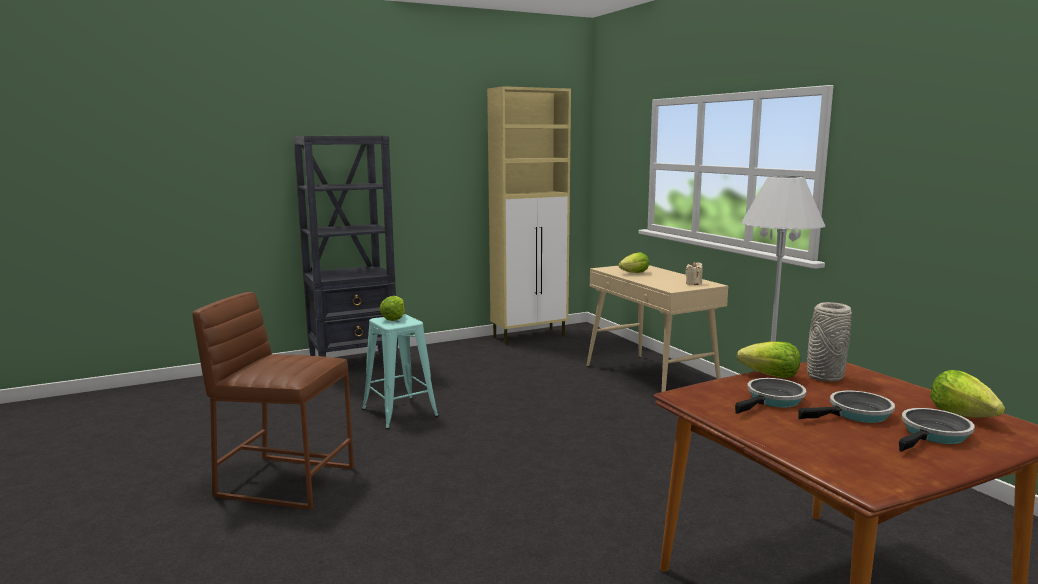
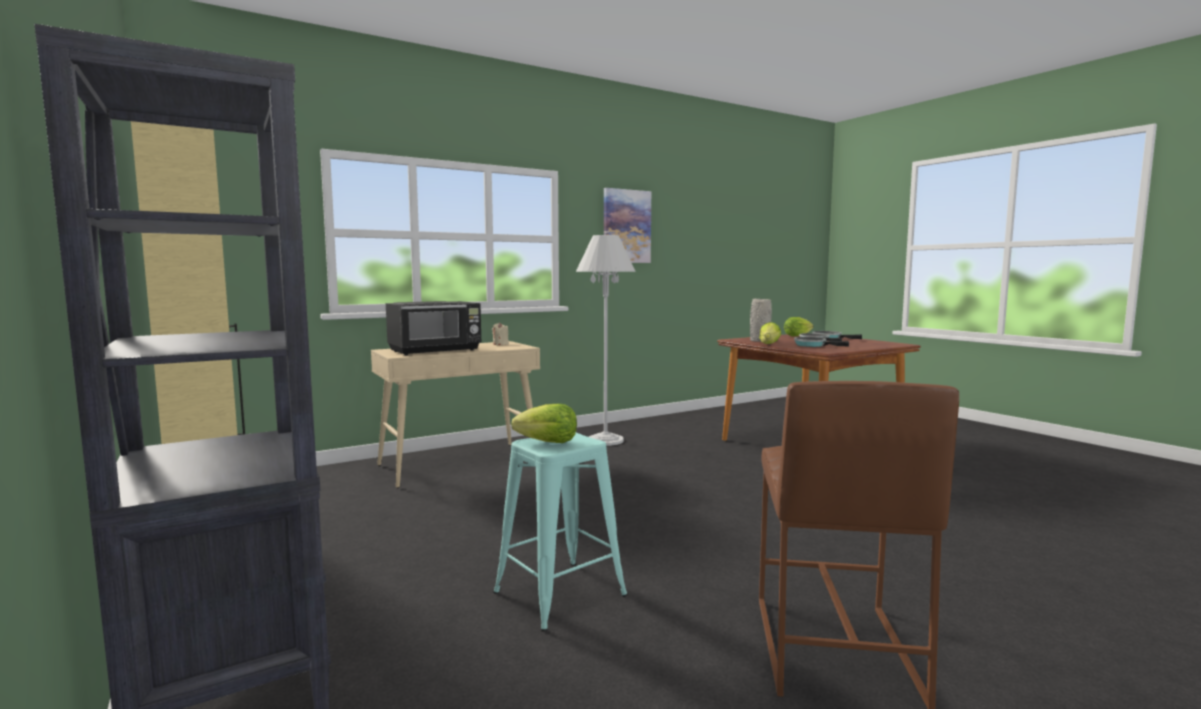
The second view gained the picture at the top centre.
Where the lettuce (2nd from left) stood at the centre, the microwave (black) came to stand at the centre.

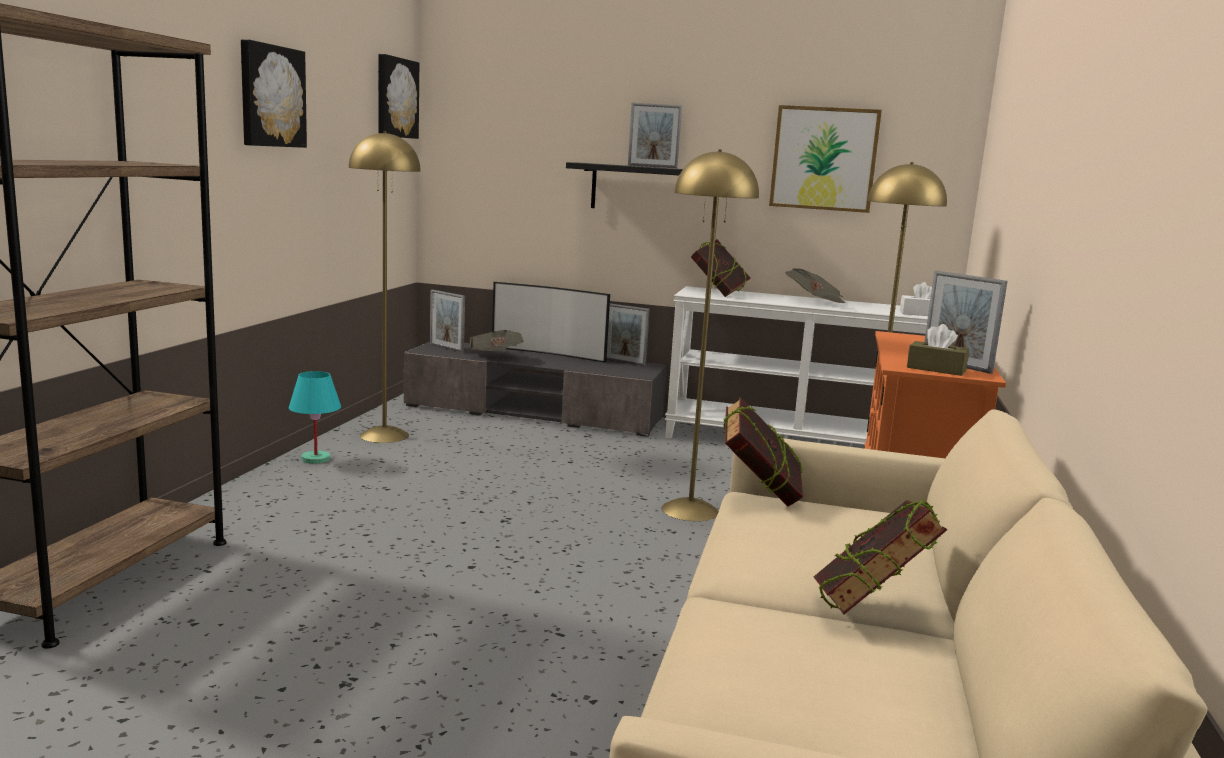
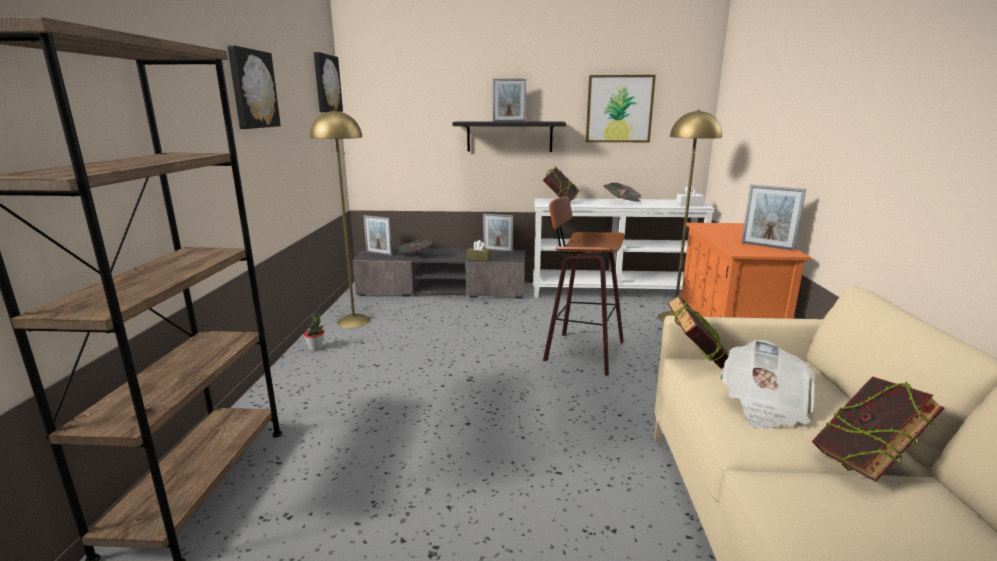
The second view lost the television at the centre.
The second view gained the newspaper (3rd from left) at the bottom right.
The tissue box (brown) ended up elsewhere, having gone from the middle right to the centre.
Where the table lamp (turquoise) stood at the middle left, the potted plant came to stand at the middle left.
Where the floor lamp (yellow) (2nd from left) stood at the centre, the stool came to stand at the centre.

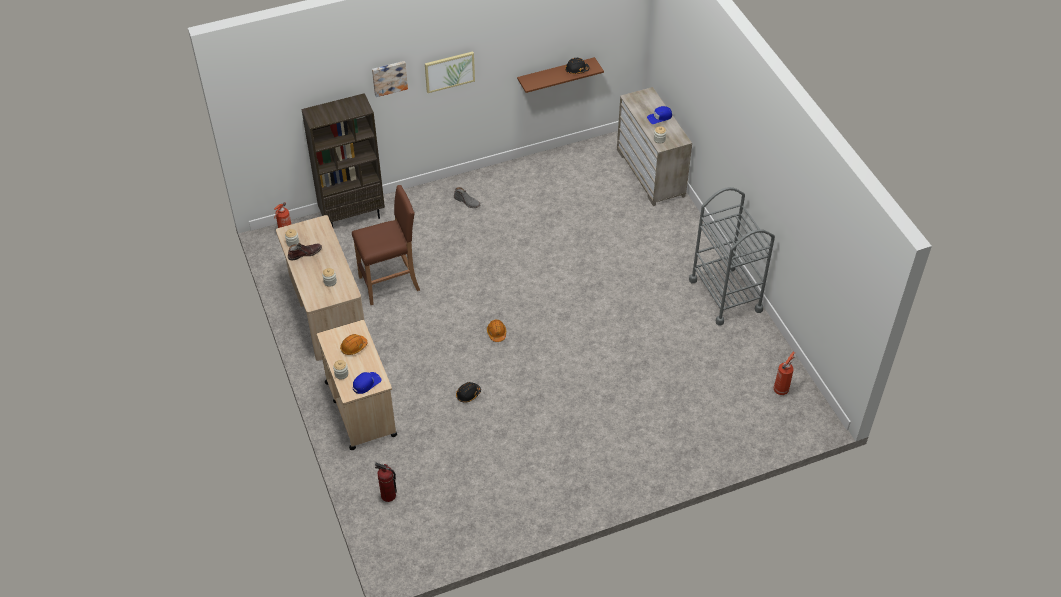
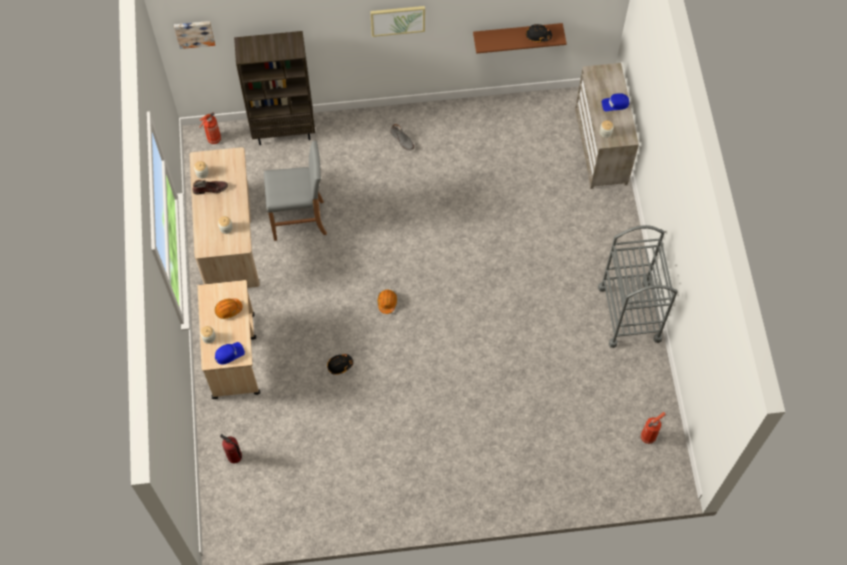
The picture (1st from left) ended up elsewhere, having gone from the top centre to the top left.
What was the stool (brown) at the centre turned into the stool (grey) at the centre.

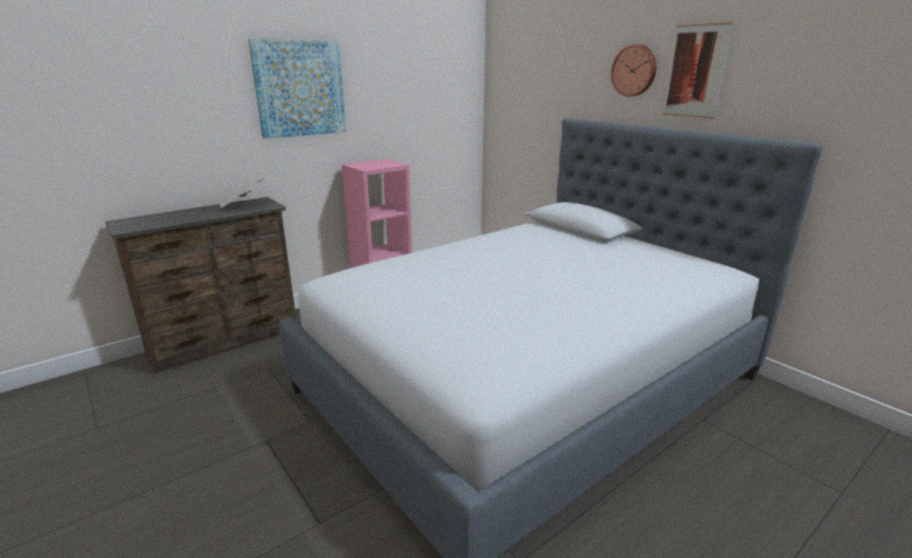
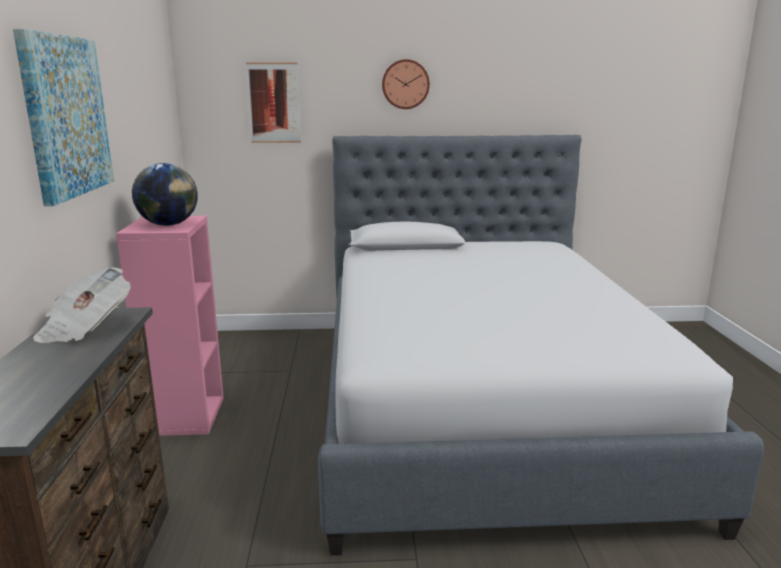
The second view gained the globe at the middle left.
The picture (2nd from left) ended up elsewhere, having gone from the top right to the top centre.

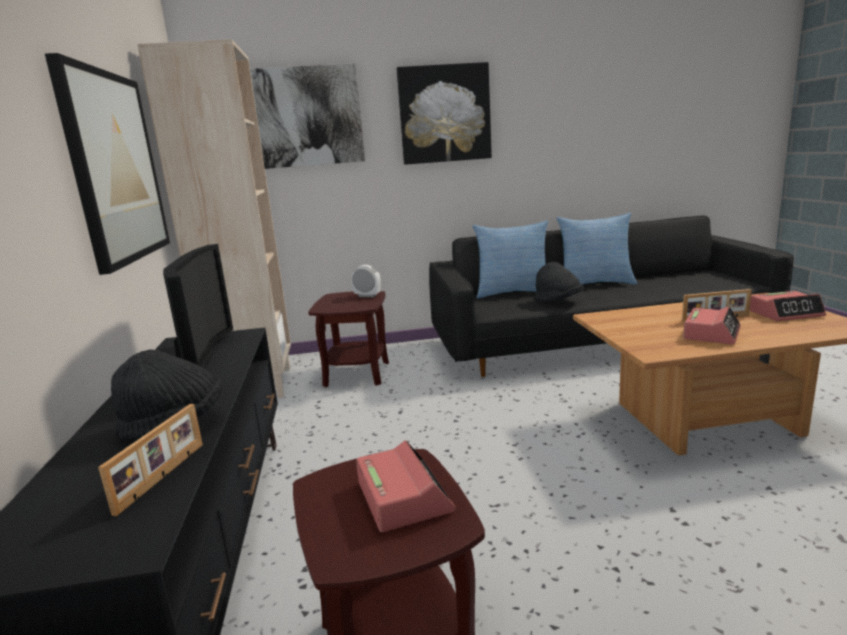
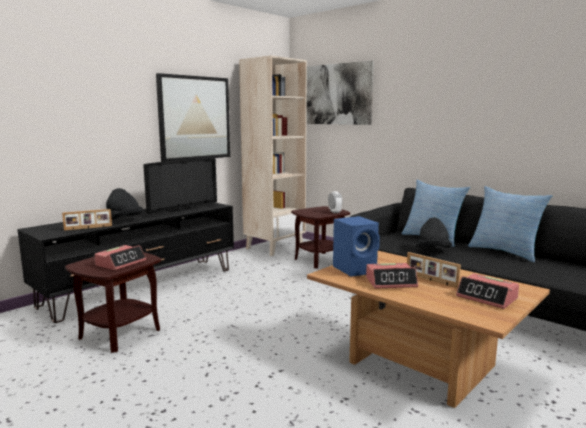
The second view lost the picture (3rd from left) at the top centre.
The second view gained the speaker (blue) at the centre.

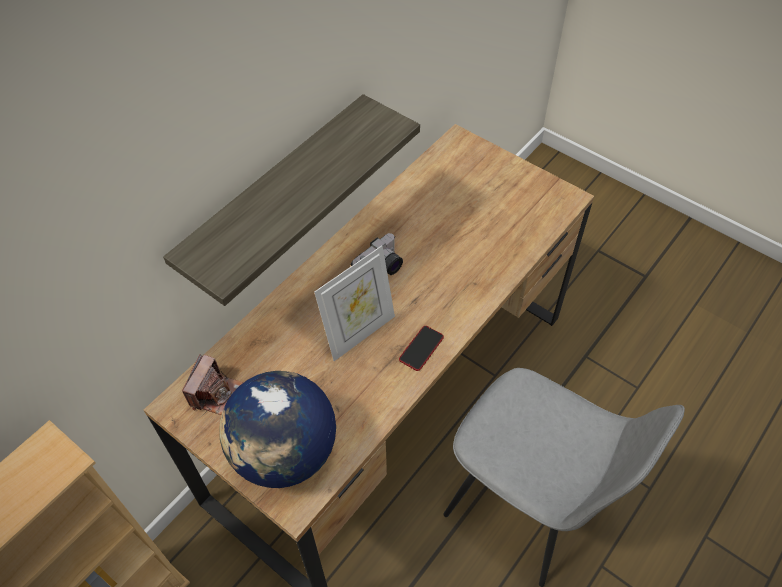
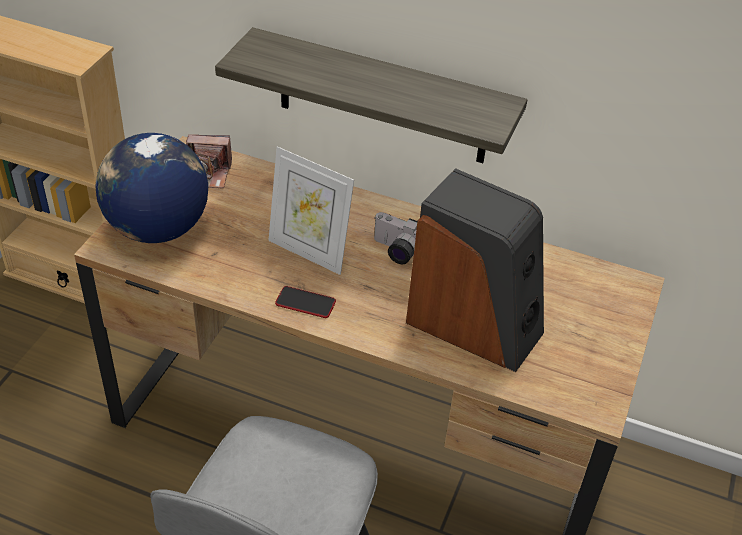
The second view gained the speaker at the centre.

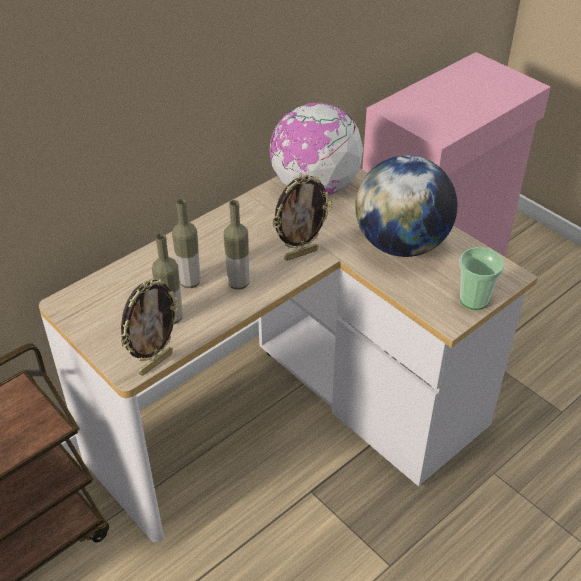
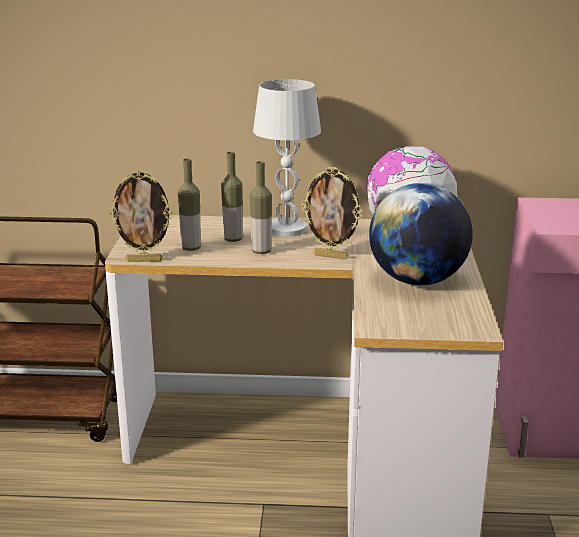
The second view lost the cup at the middle right.
The second view gained the table lamp (white) at the top centre.

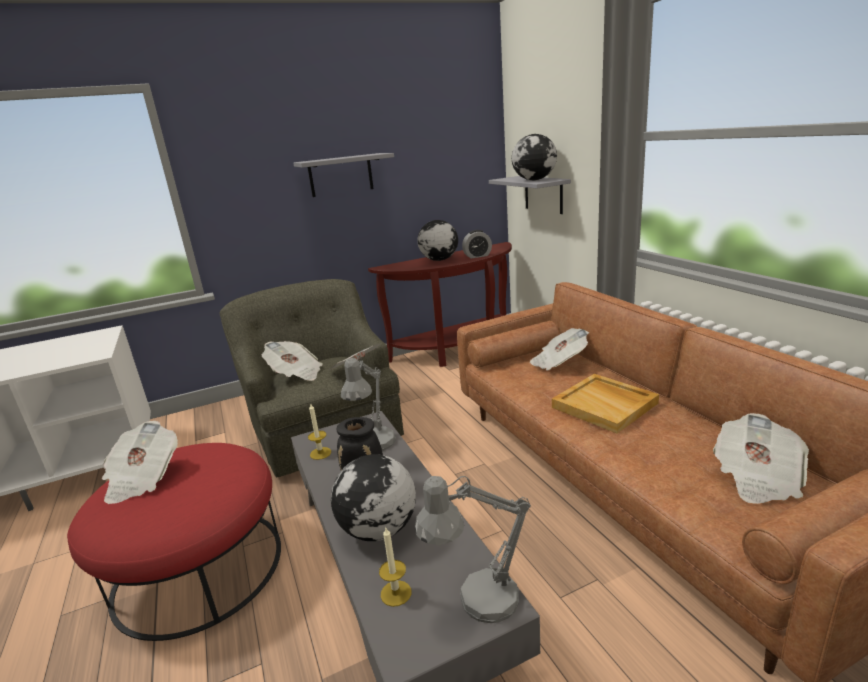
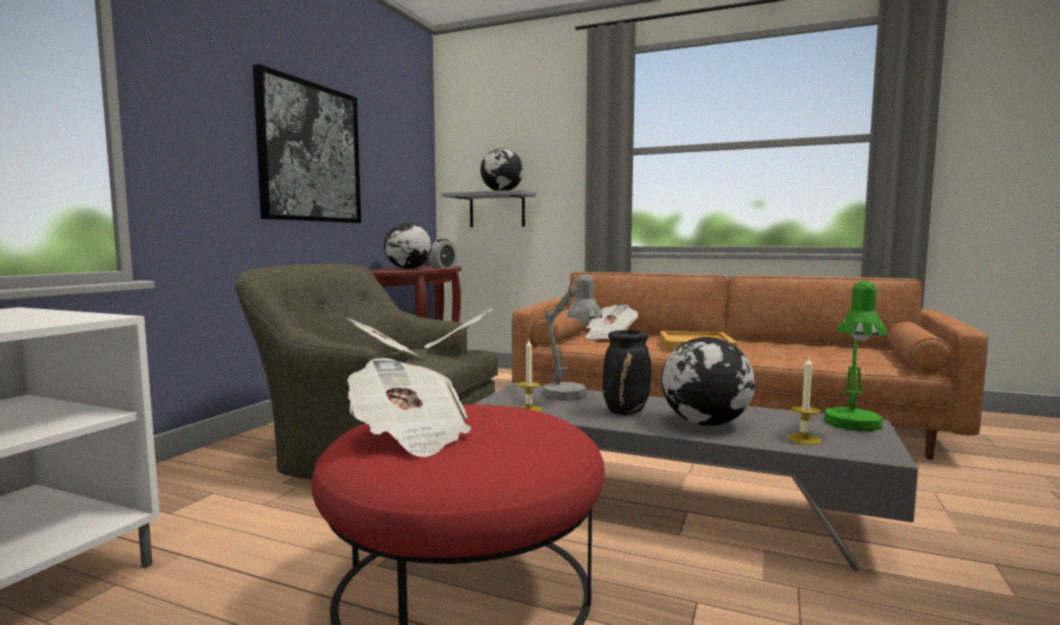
The second view lost the newspaper (5th from left) at the bottom right.
Where the shelf (grey) (1st from left) hung at the top centre, the picture came to hang at the top left.
What was the table lamp (grey) (2nd from left) at the bottom centre turned into the table lamp (green) at the middle right.

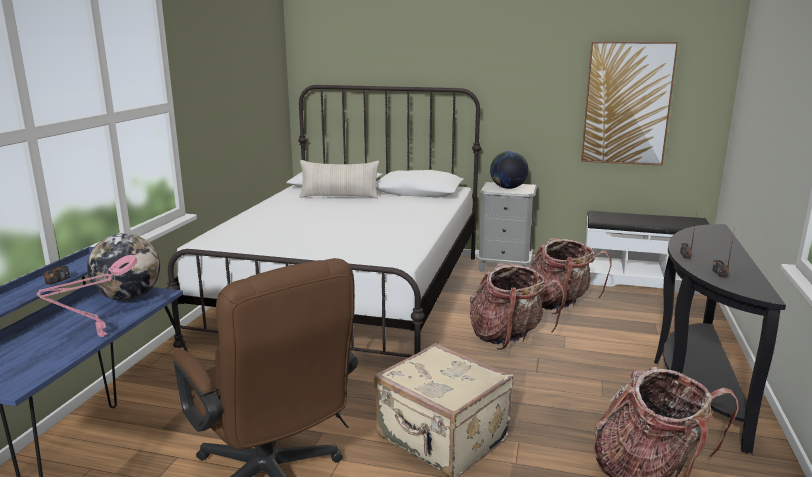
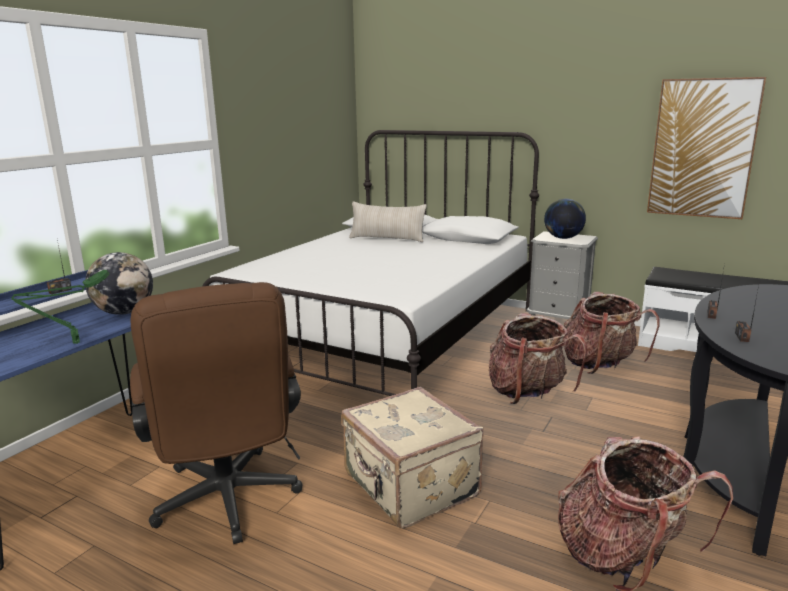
What was the table lamp (pink) at the middle left turned into the table lamp (green) at the middle left.

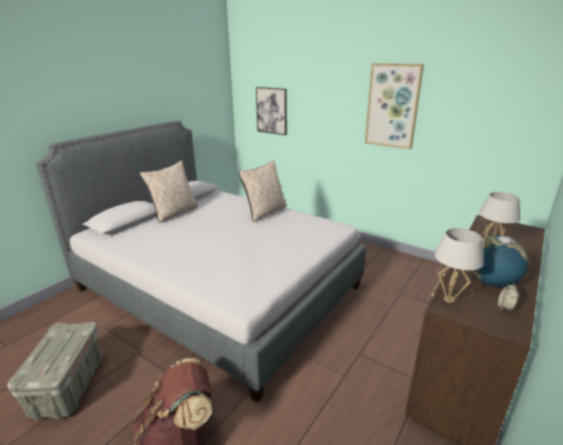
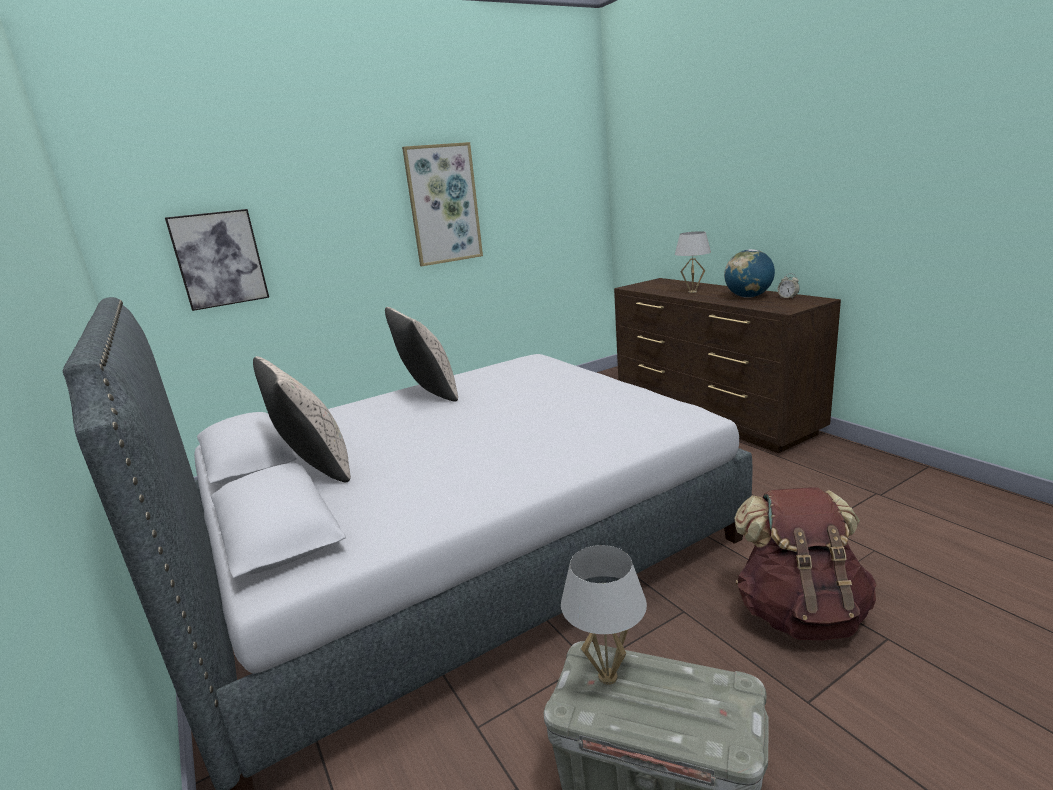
The table lamp (white) (1st from left) ended up elsewhere, having gone from the middle right to the bottom centre.

